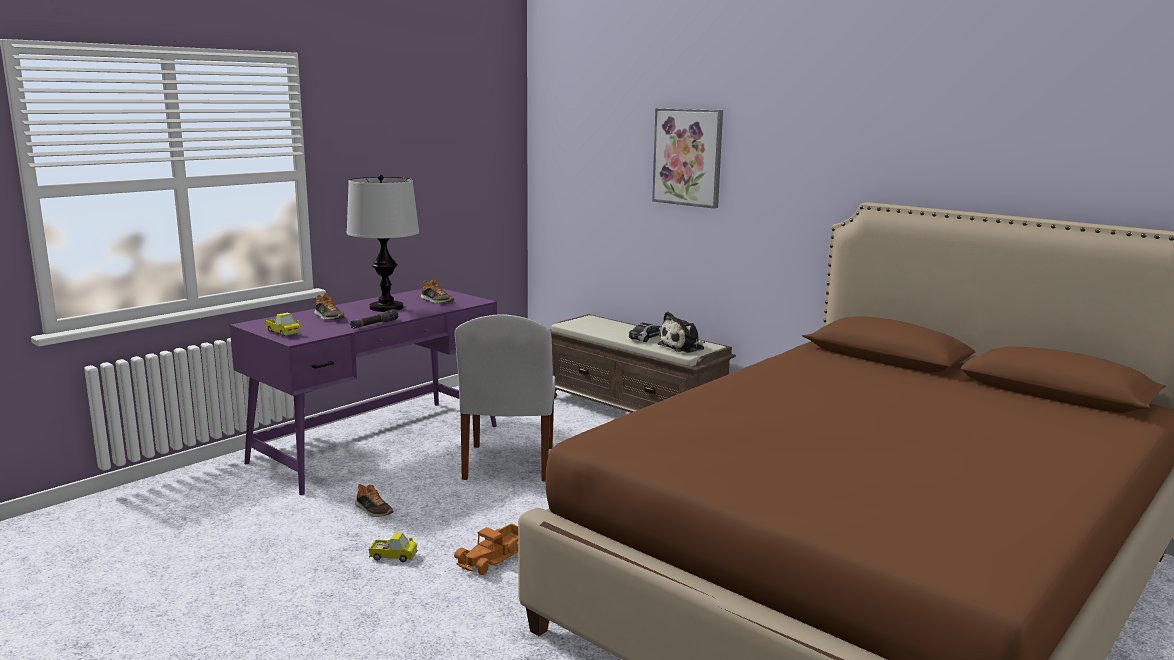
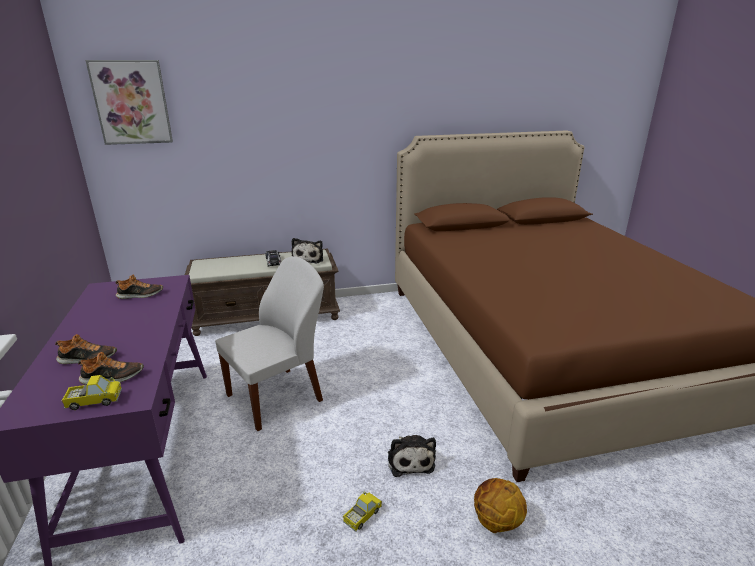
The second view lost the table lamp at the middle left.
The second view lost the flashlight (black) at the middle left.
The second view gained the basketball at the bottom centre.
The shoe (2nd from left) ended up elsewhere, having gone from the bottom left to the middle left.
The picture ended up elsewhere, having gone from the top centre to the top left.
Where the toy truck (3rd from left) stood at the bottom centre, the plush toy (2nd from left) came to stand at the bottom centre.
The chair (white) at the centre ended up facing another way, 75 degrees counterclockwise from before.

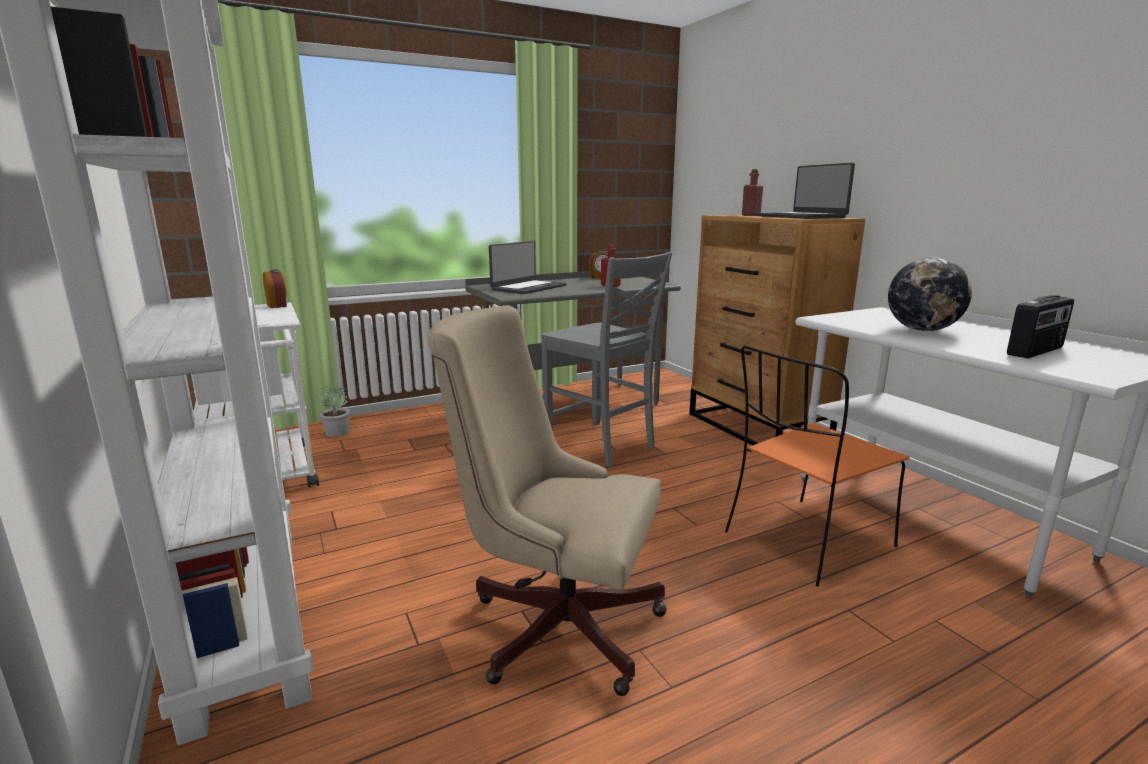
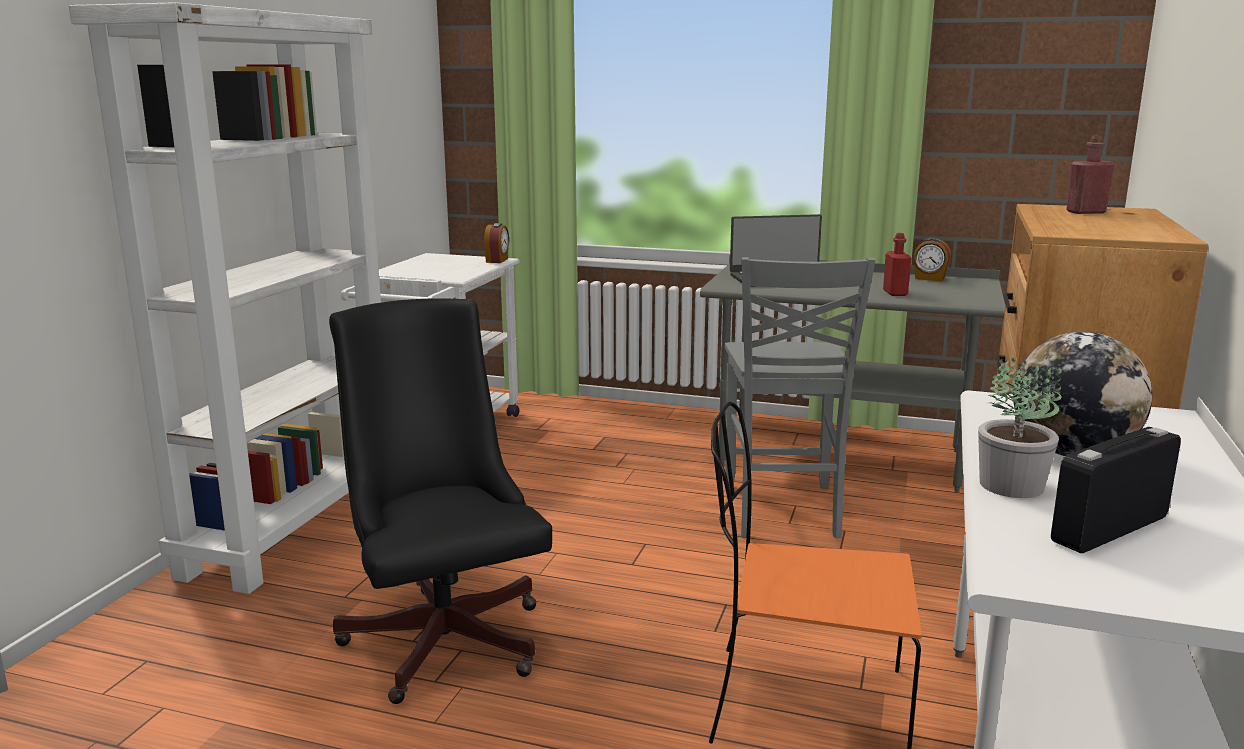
The second view lost the laptop (2nd from left) at the top right.
The potted plant ended up elsewhere, having gone from the middle left to the middle right.
What was the office chair (beige) at the centre turned into the office chair (black) at the bottom centre.
The radio at the middle right ended up facing another way, 135 degrees clockwise from before.

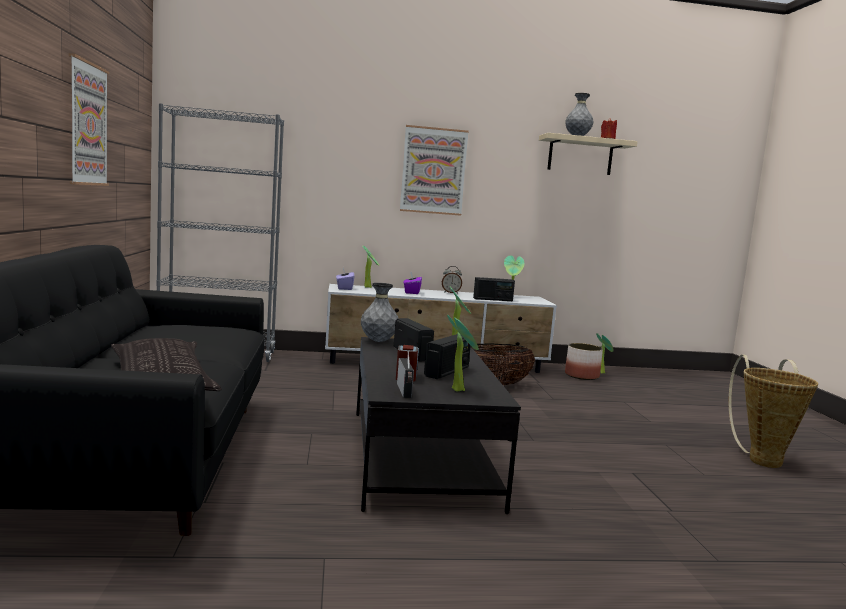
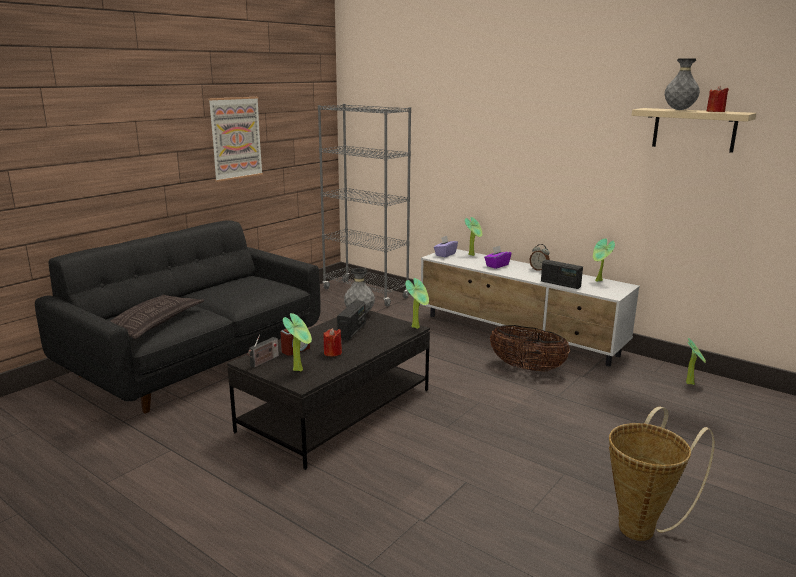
The second view lost the picture (2nd from left) at the top centre.
The second view lost the planter at the middle right.
Where the radio (3rd from left) stood at the centre, the candle (red) (1st from left) came to stand at the centre.

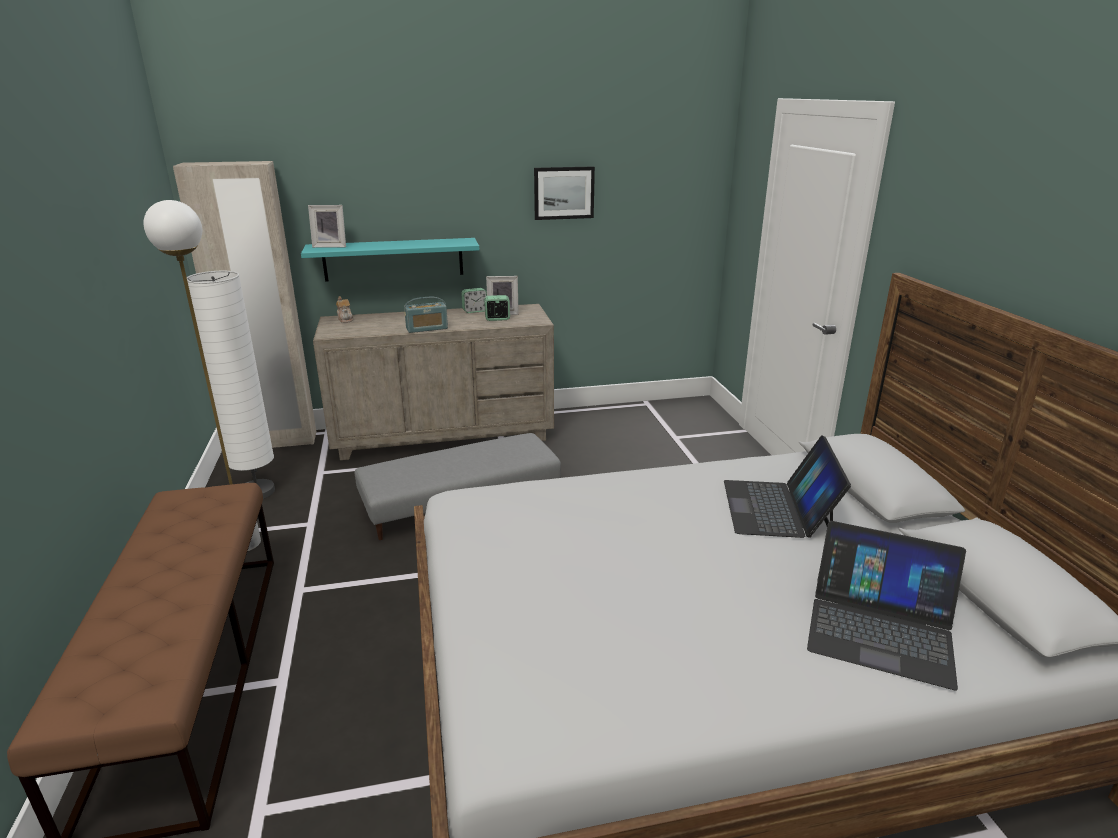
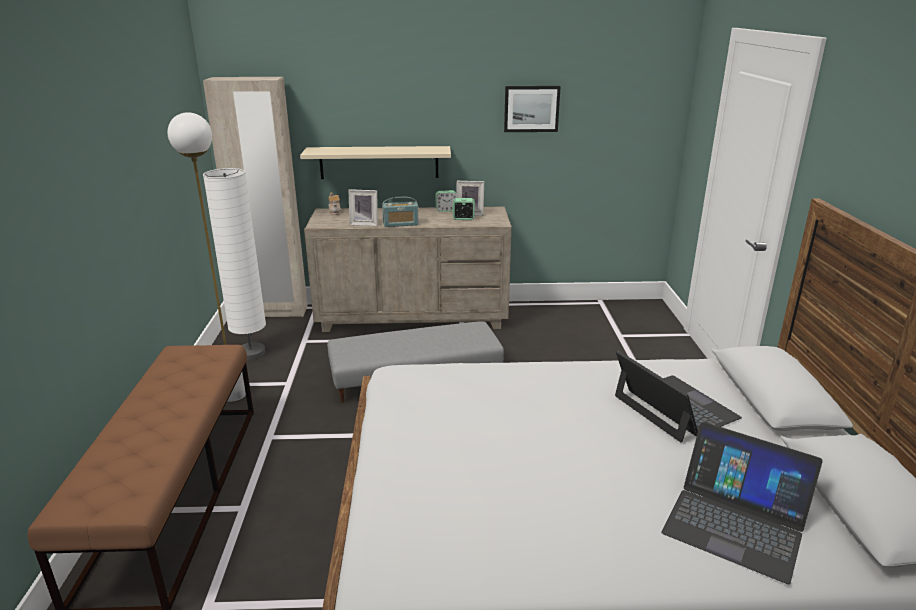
The picture frame (1st from left) ended up elsewhere, having gone from the top left to the centre.
What was the shelf (turquoise) at the top centre turned into the shelf (beige) at the top centre.
The laptop (1st from left) at the middle right ended up facing another way, 135 degrees clockwise from before.

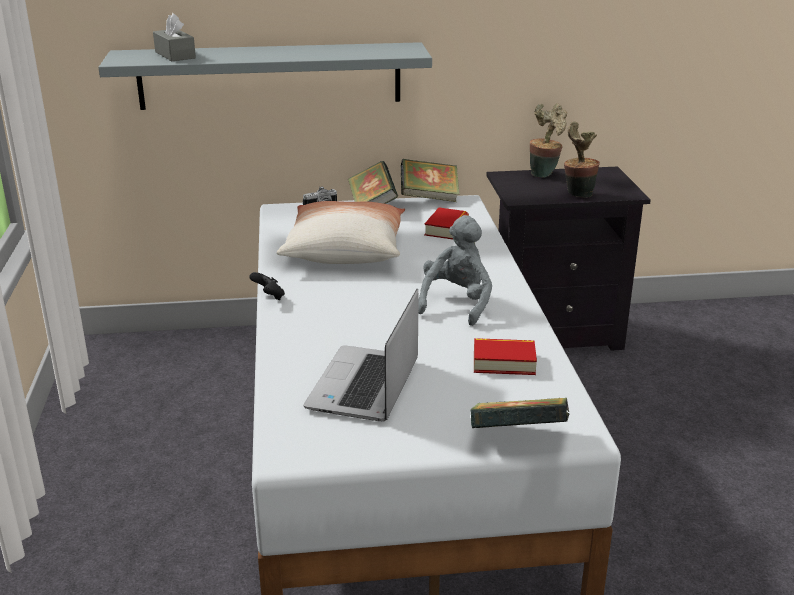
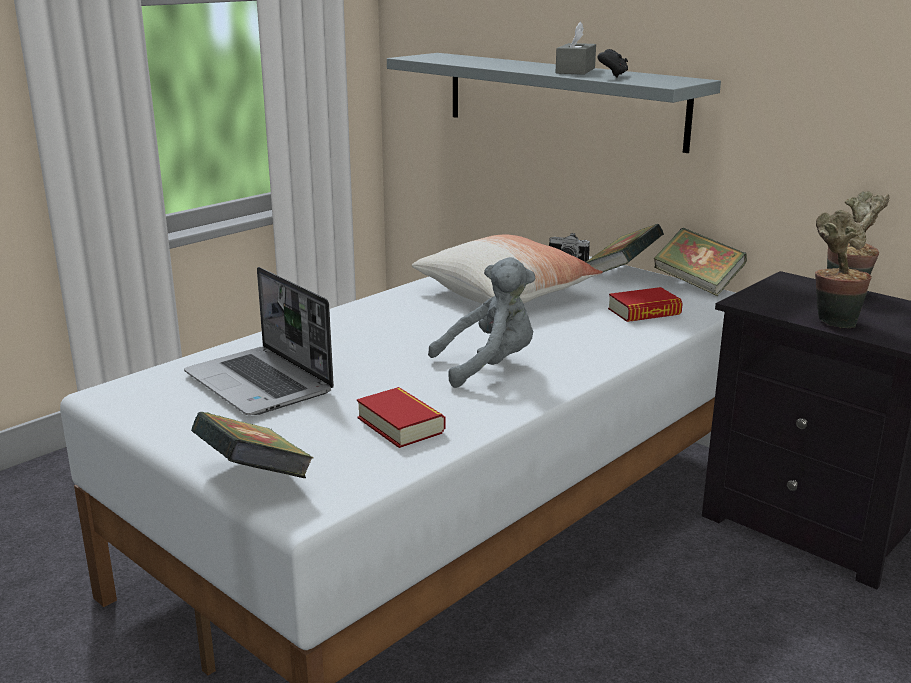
The tissue box (grey) ended up elsewhere, having gone from the top left to the top centre.
The game controller (black) ended up elsewhere, having gone from the centre to the top right.
The laptop at the centre ended up facing another way, 105 degrees counterclockwise from before.

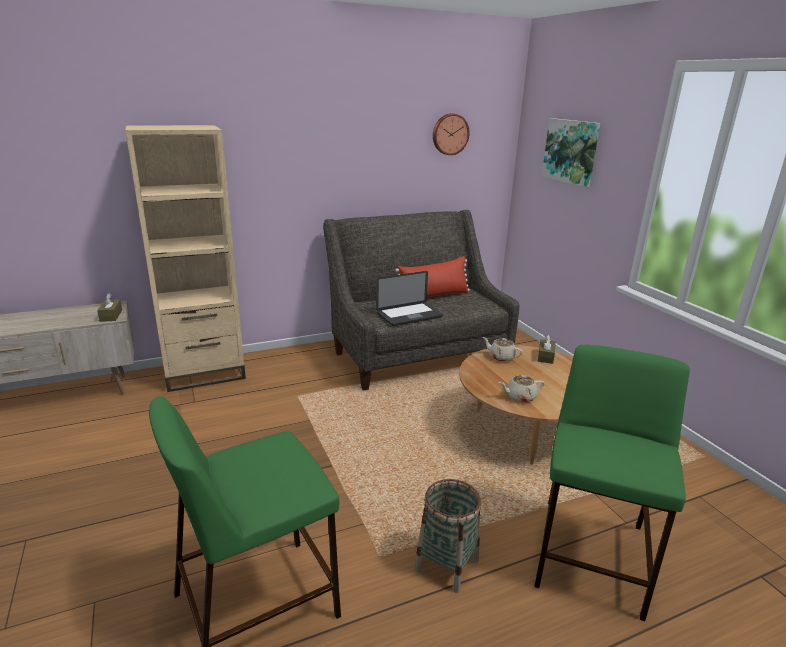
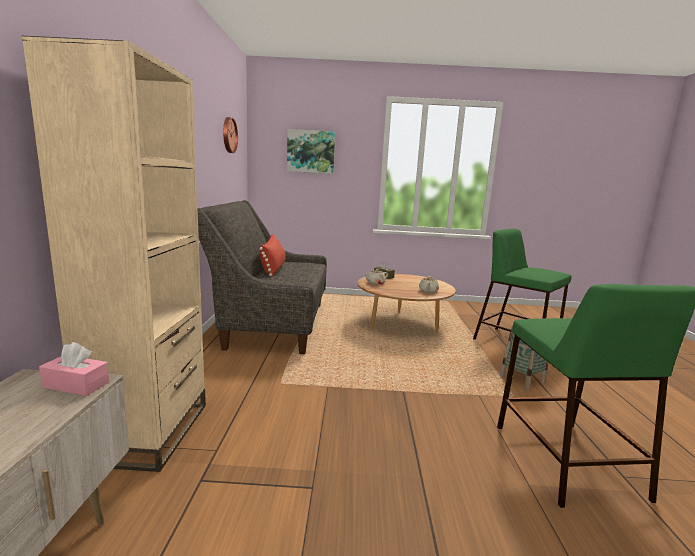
The second view lost the laptop at the centre.
What was the tissue box (brown) (1st from left) at the middle left turned into the tissue box (pink) at the middle left.

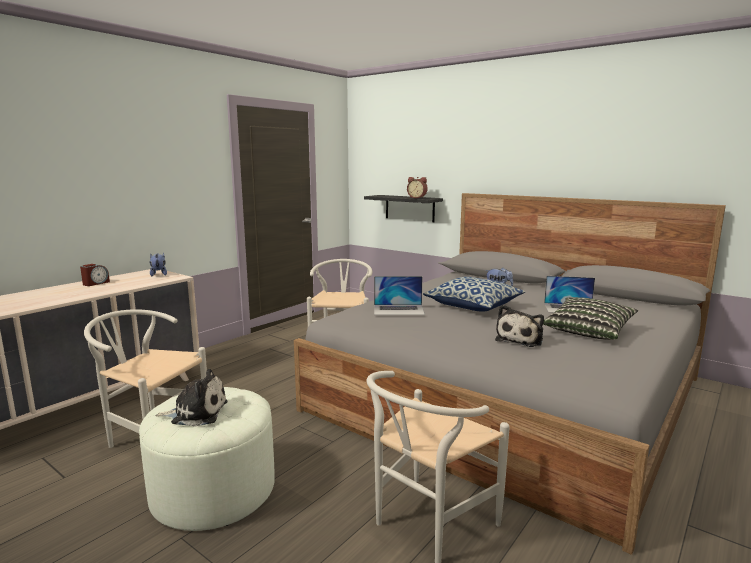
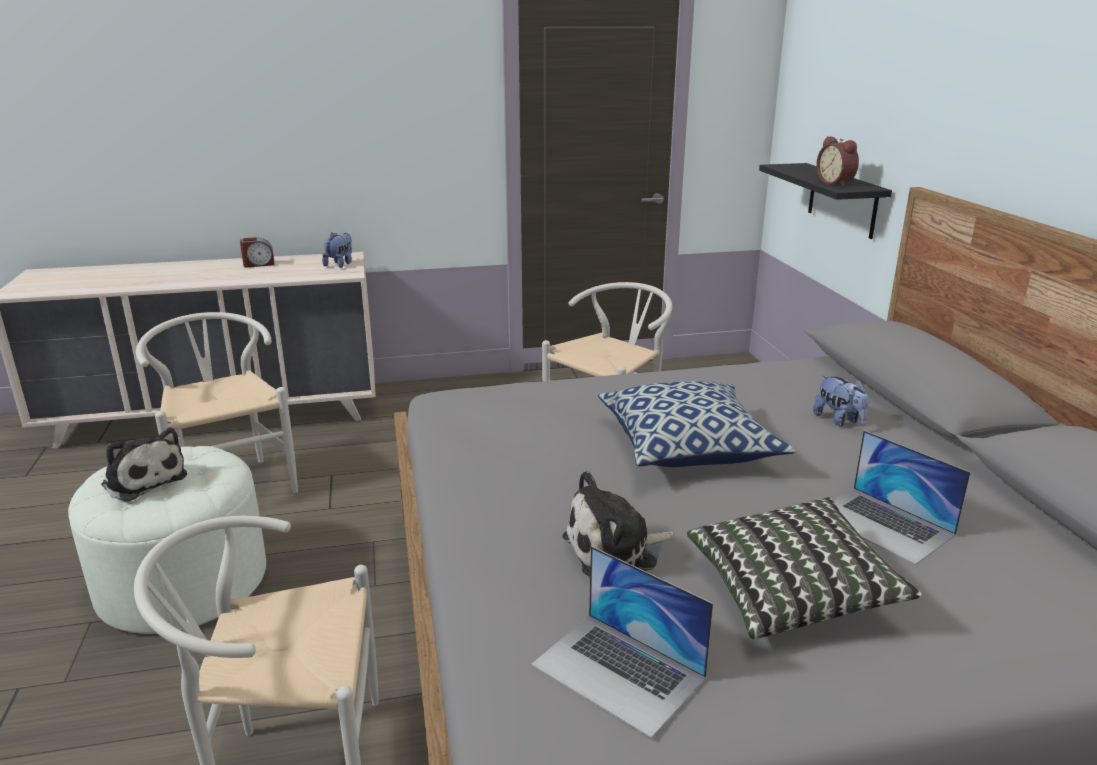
The laptop (1st from left) ended up elsewhere, having gone from the centre to the bottom centre.

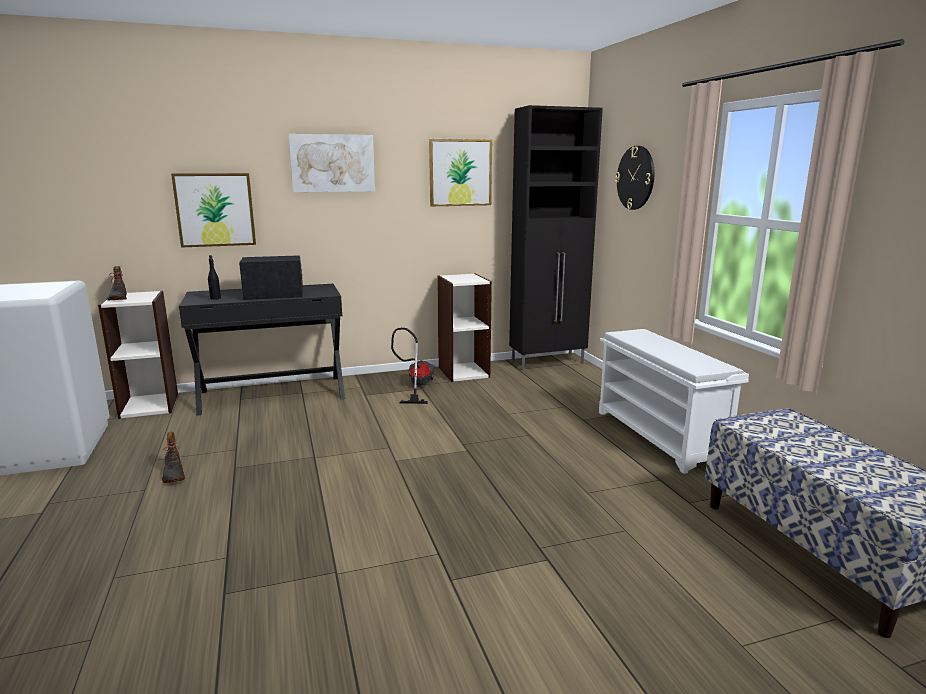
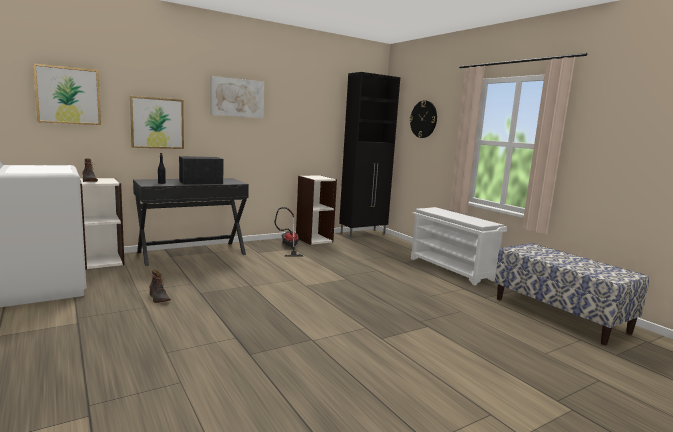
The picture (3rd from left in the first image) ended up elsewhere, having gone from the top centre to the top left.

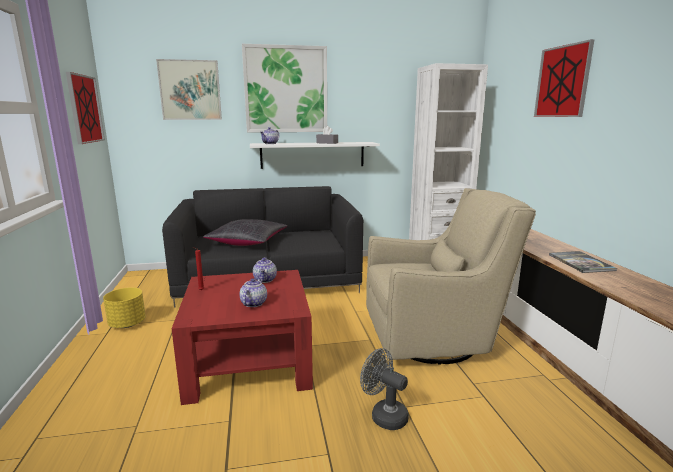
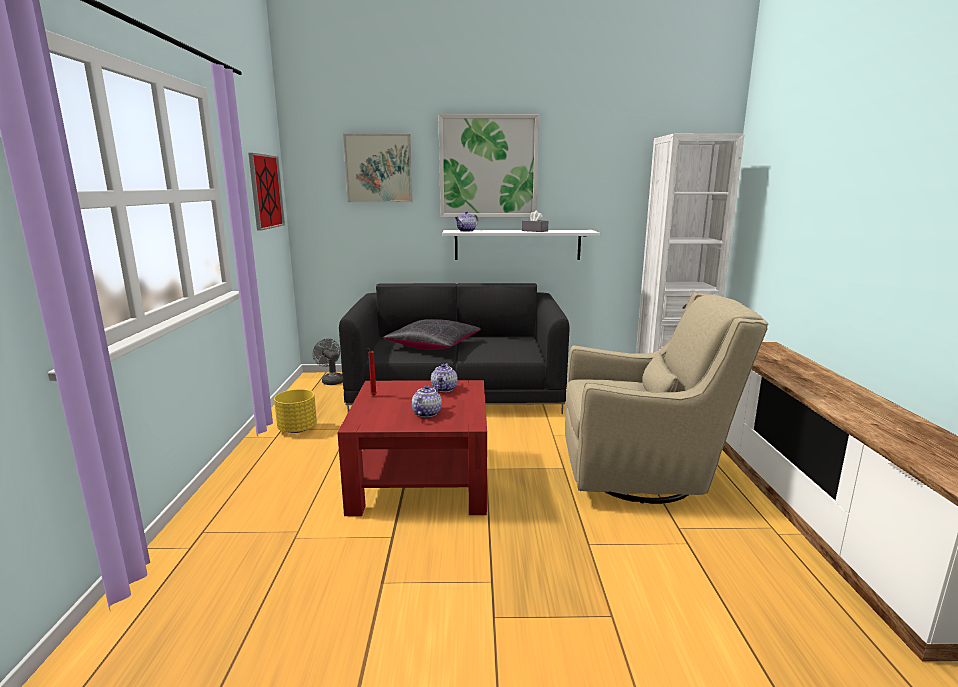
The second view lost the picture (4th from left) at the top right.
The second view lost the book at the middle right.
The fan (grey) ended up elsewhere, having gone from the bottom centre to the centre.

